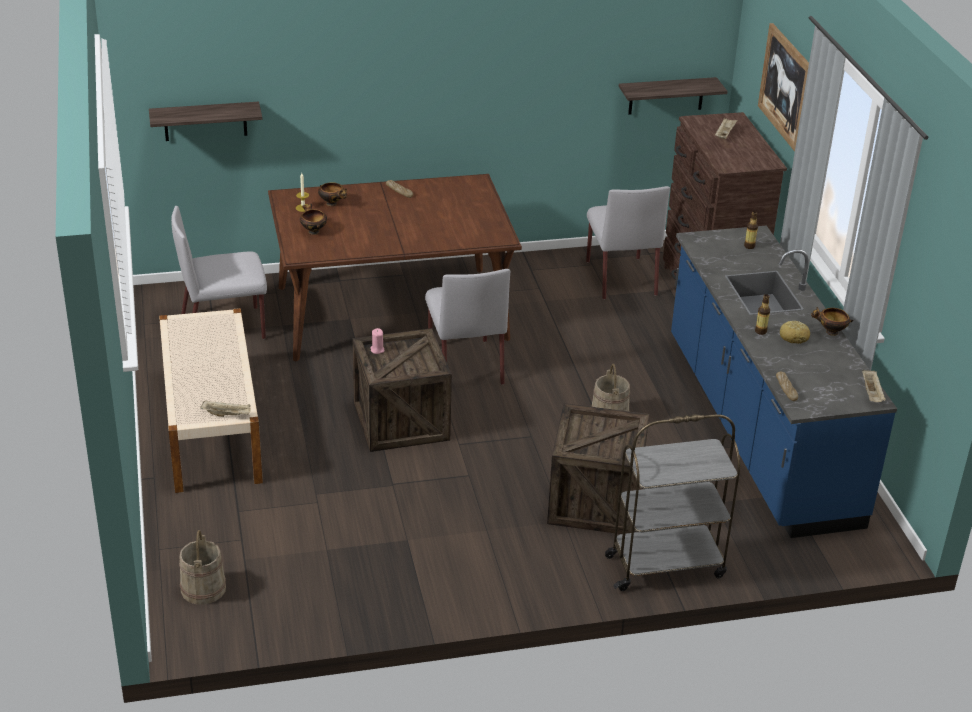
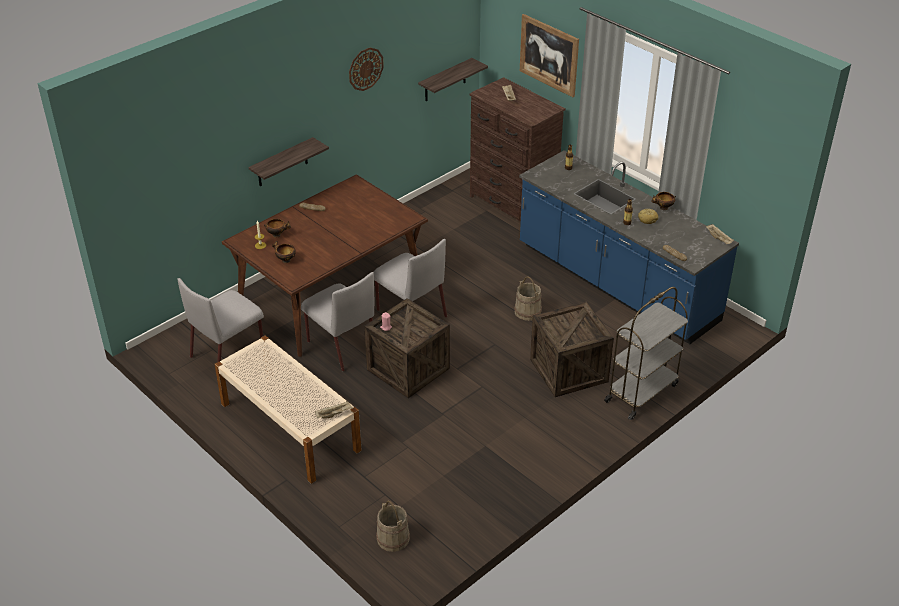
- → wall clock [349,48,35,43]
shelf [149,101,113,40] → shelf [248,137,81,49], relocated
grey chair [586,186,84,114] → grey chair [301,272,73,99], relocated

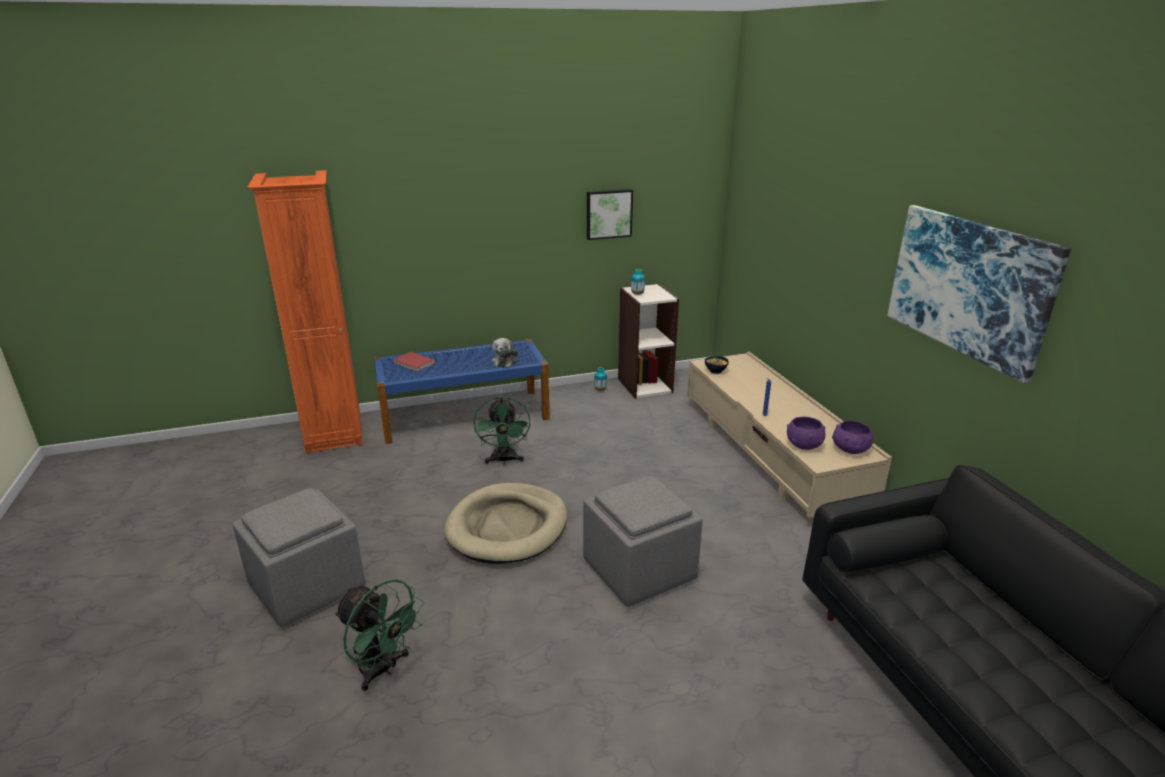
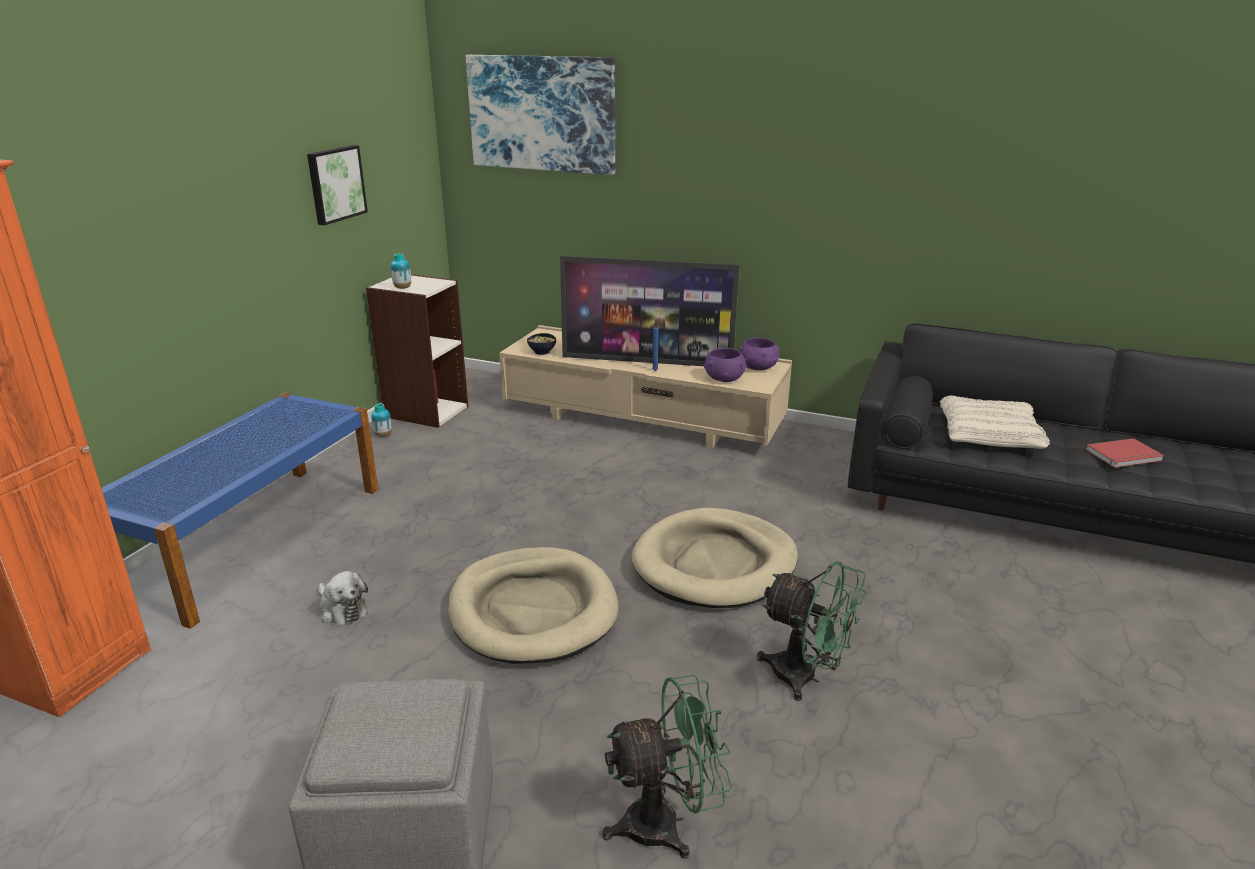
- → television [560,256,179,110]
- → beige pillow [940,395,110,54]
red book [393,352,43,19] → red book [1086,438,78,30], relocated
green fan [474,397,57,67] → green fan [757,561,109,140], relocated
plush toy [491,338,27,29] → plush toy [318,571,50,54], relocated
picture [887,205,184,178] → picture [466,55,149,120], relocated
grey ottoman [583,476,120,131] → beige dog bed [631,508,167,100]

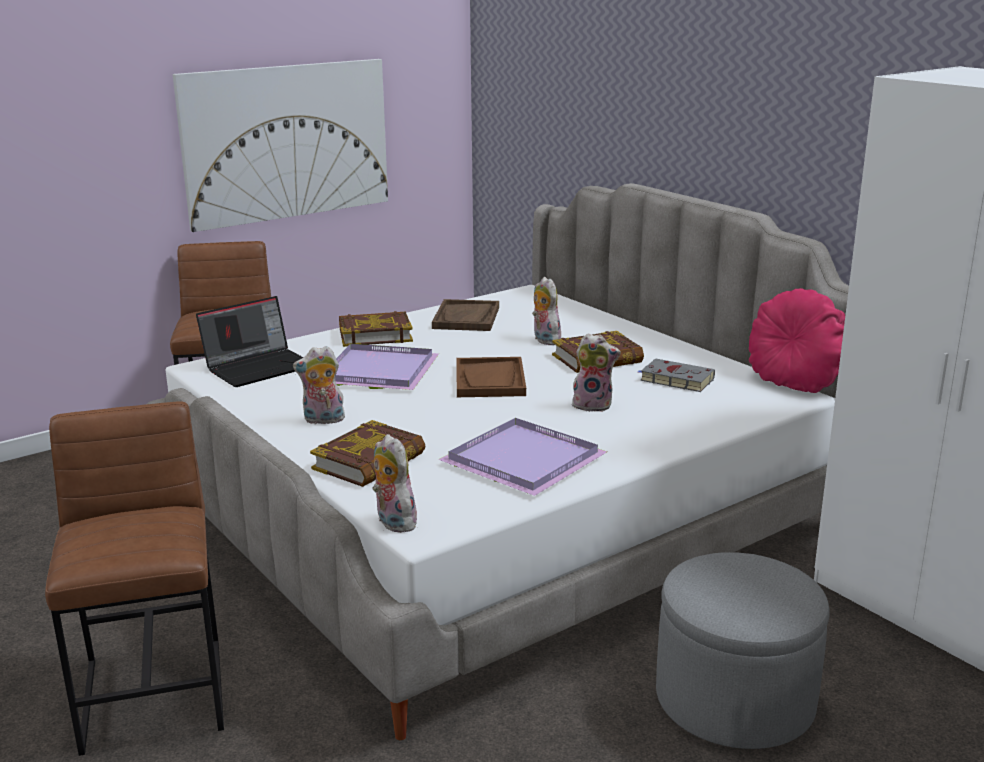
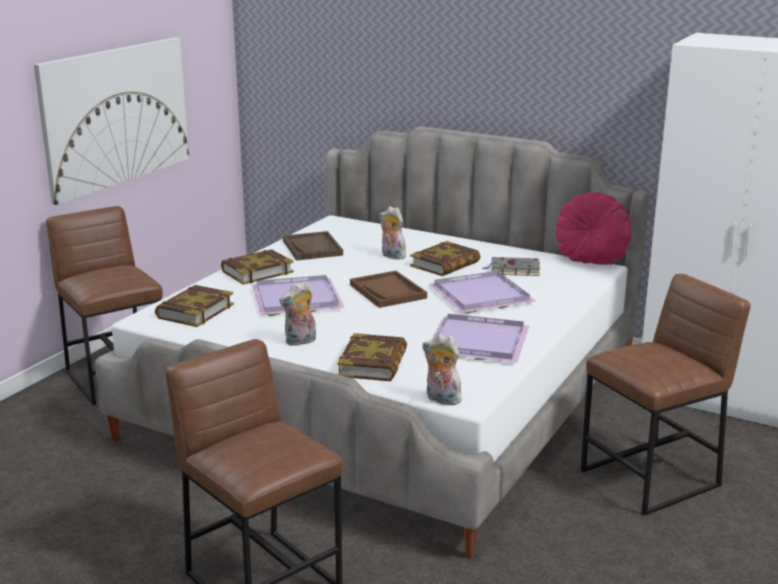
laptop [196,296,107,91] → book [155,285,79,42]
plush toy [572,333,49,79] → purple tray [429,271,107,43]
grey ottoman [656,552,174,197] → brown chair [581,274,170,242]

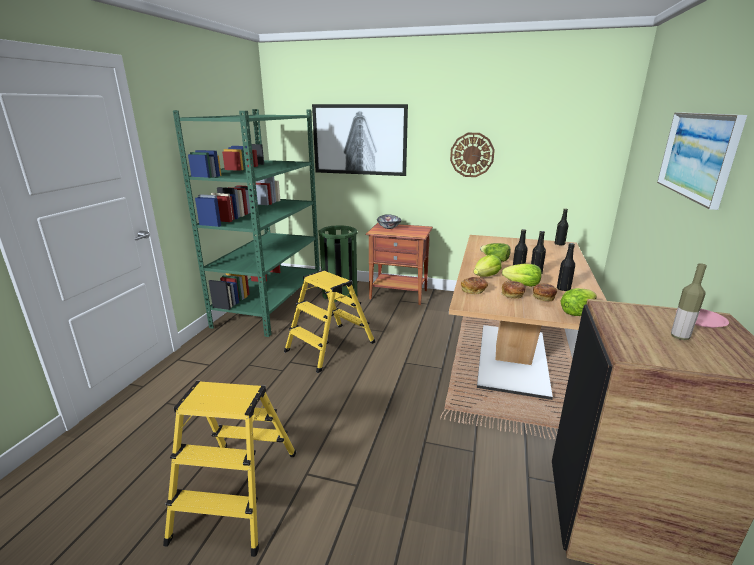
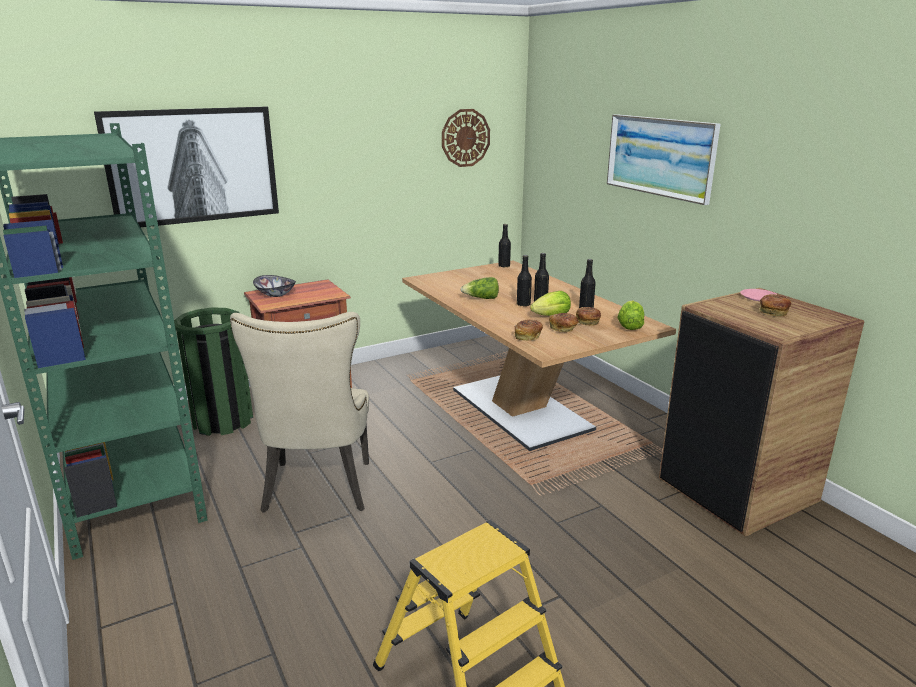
lettuce [474,254,28,23] → -
wall clock [450,133,45,44] → wall clock [442,109,48,58], relocated
yellow step ladder [284,270,91,103] → beige chair [230,312,139,201]
bottle [671,263,36,77] → bread [759,294,32,23]

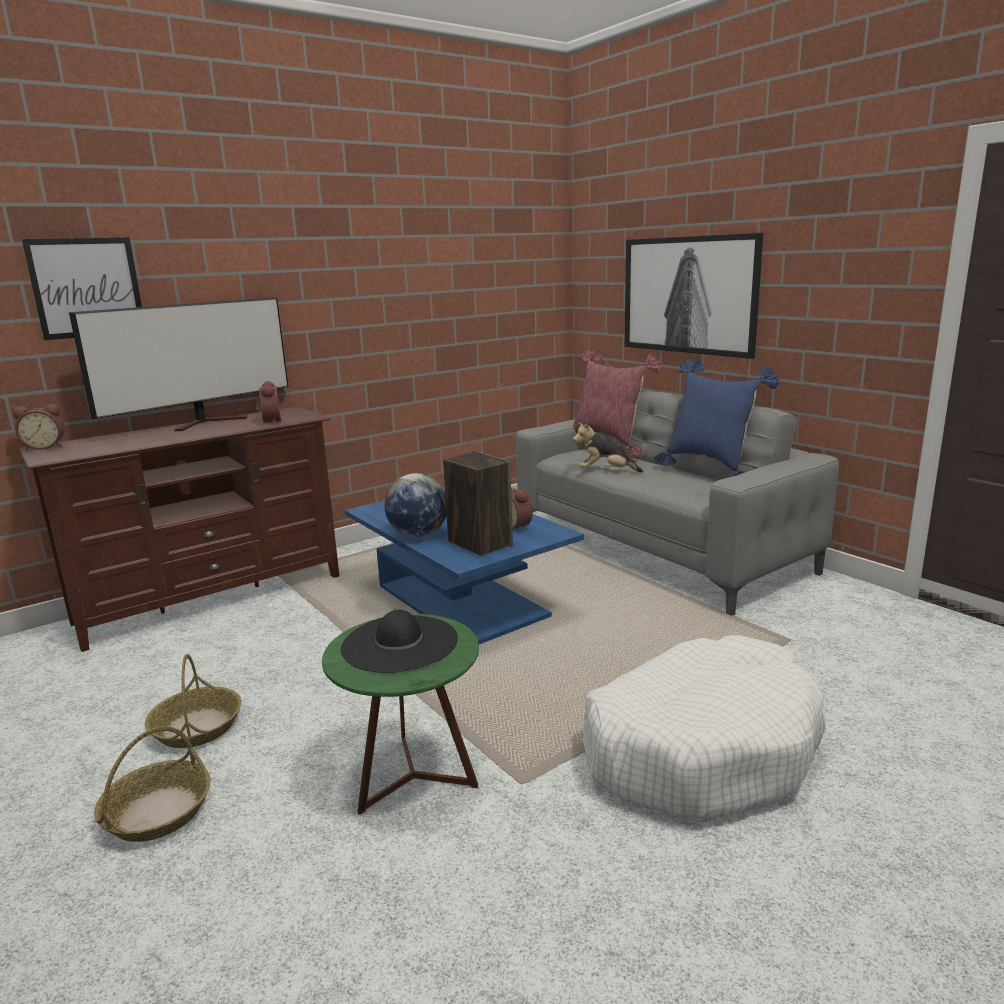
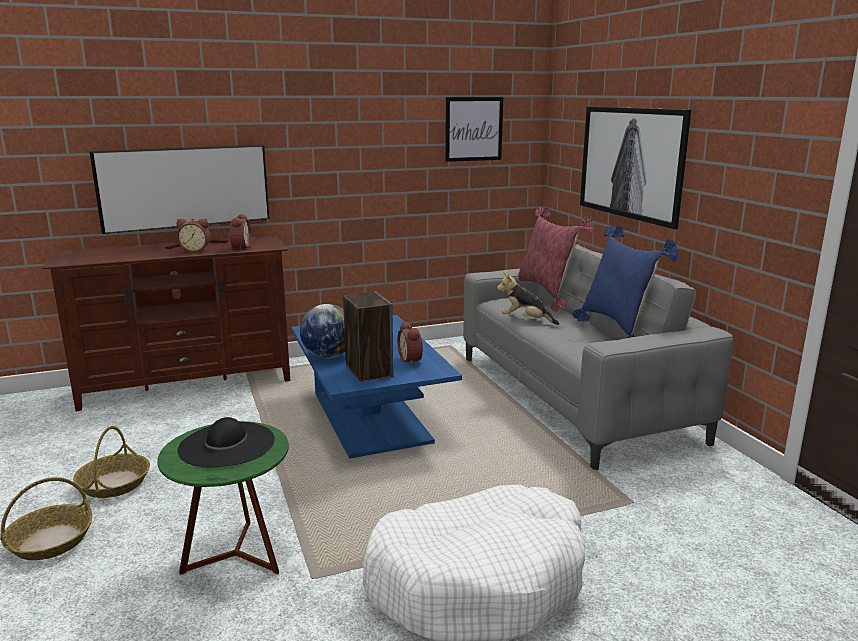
alarm clock [13,404,52,46] → alarm clock [177,219,34,33], relocated
picture [21,238,121,102] → picture [445,97,58,65], relocated

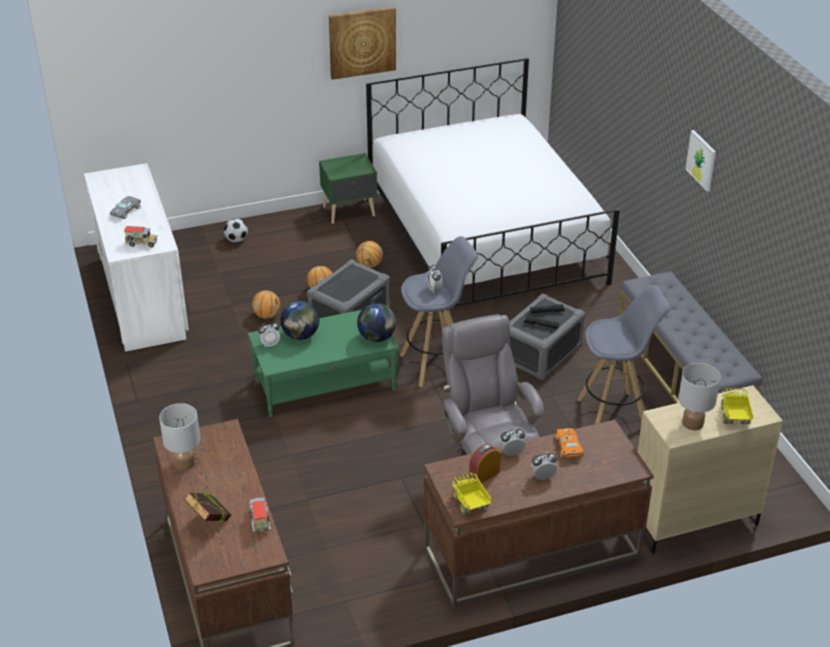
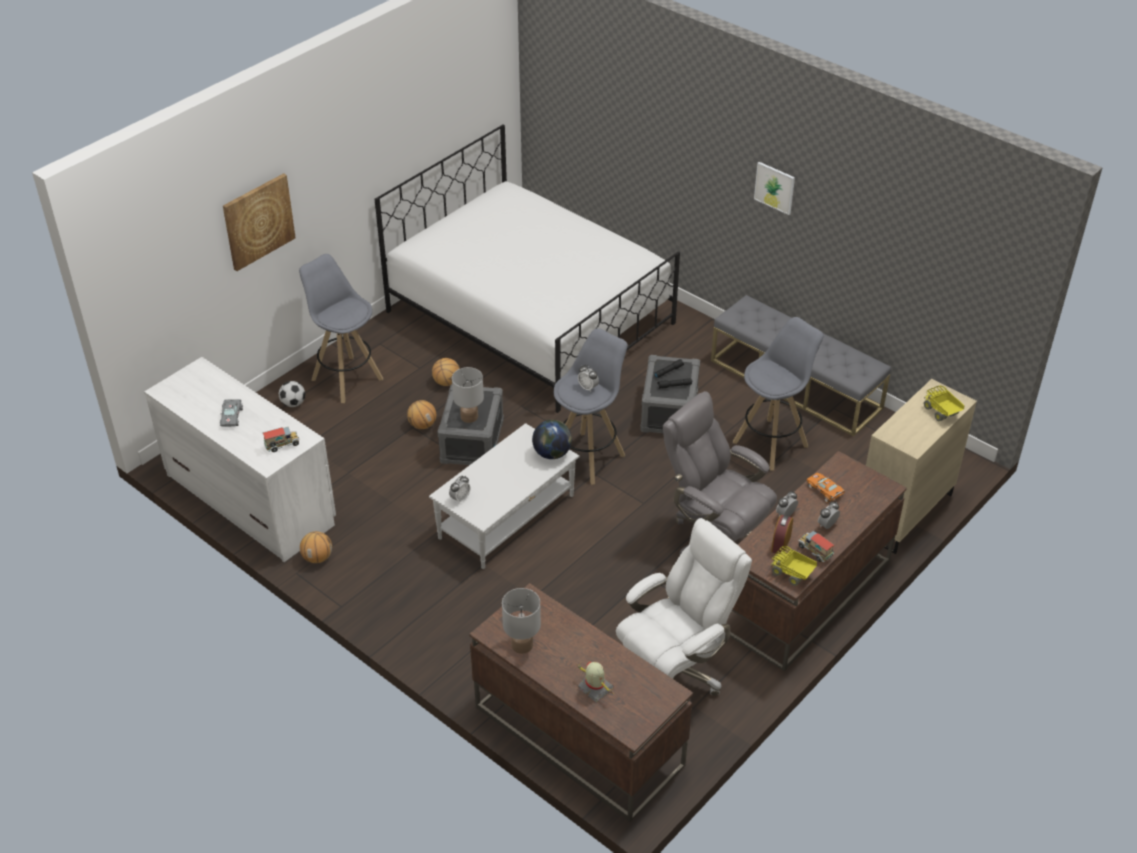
globe [280,301,39,39] → -
green nightstand [319,153,58,71] → -
- → grey stool [299,254,84,149]
- → white office chair [616,518,136,178]
toy truck [249,497,22,35] → toy truck [798,531,37,31], relocated
basketball [252,290,28,29] → basketball [300,531,32,32], relocated
picture [329,7,67,73] → picture [223,173,73,98], relocated
grey table lamp [678,363,43,67] → grey table lamp [452,367,32,56], relocated
book [184,492,47,30] → toy robot [578,661,36,41]
green coffee table [248,310,151,107] → white coffee table [429,423,150,146]

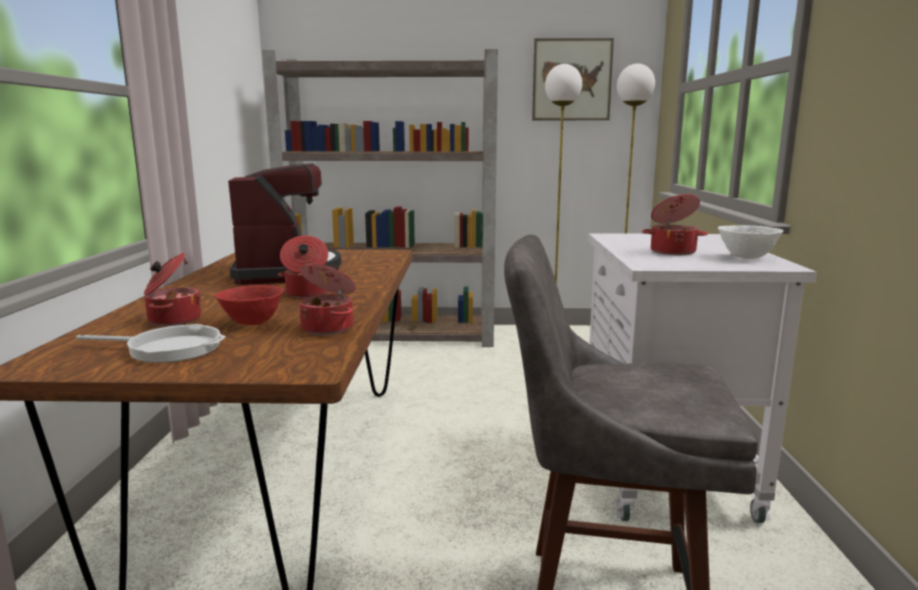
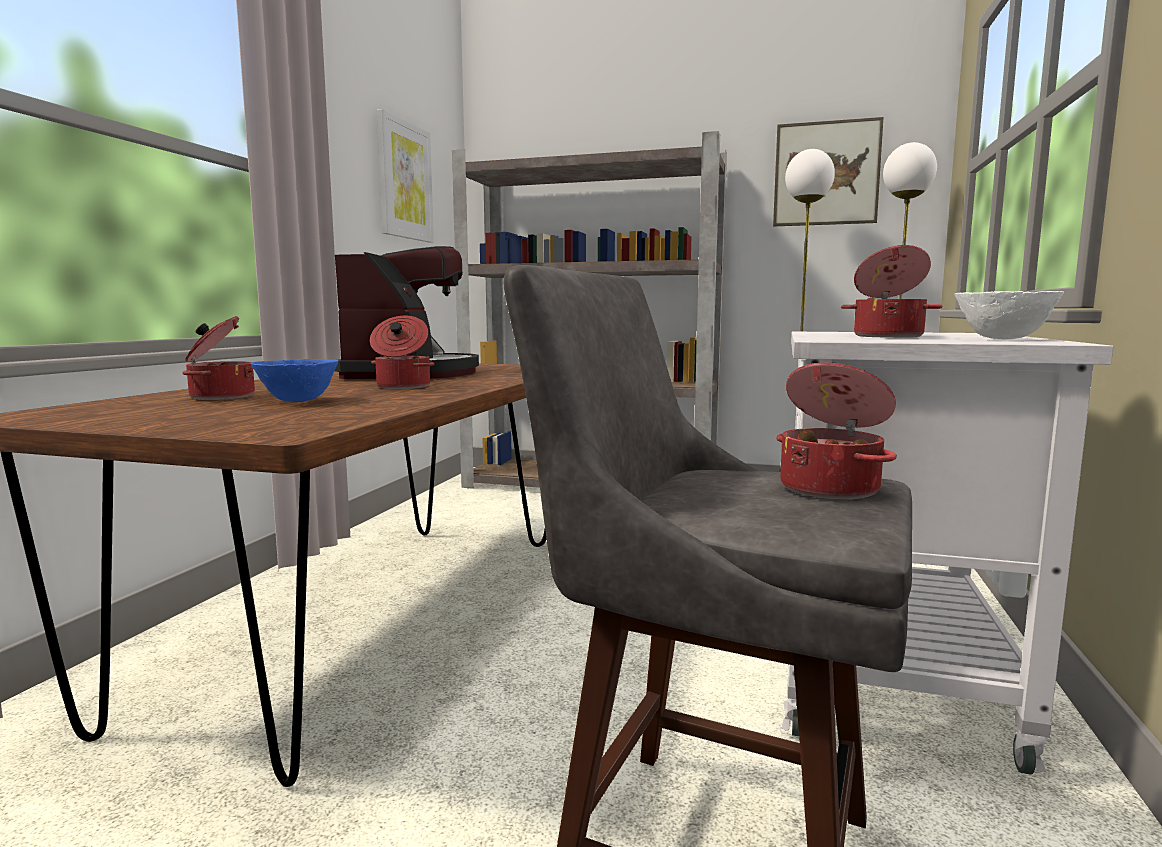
frying pan [76,324,150,39] → -
- → picture [377,109,57,134]
cooking pot [299,263,57,72] → cooking pot [776,362,121,137], relocated
red bowl [215,285,69,40] → blue bowl [251,359,87,43]

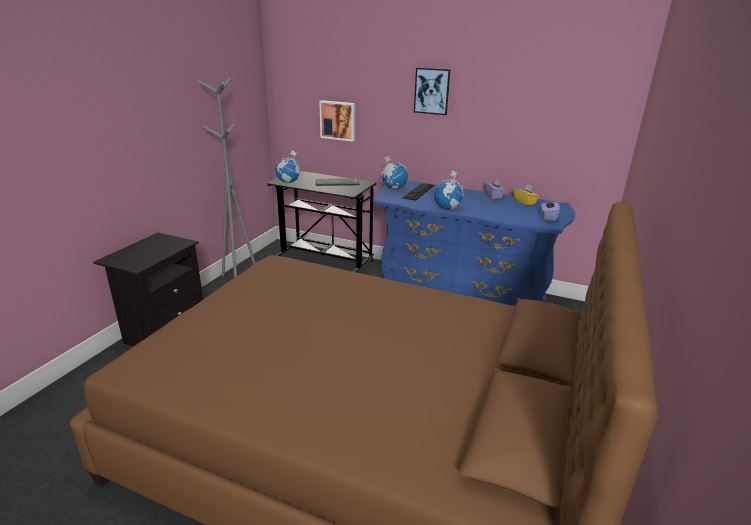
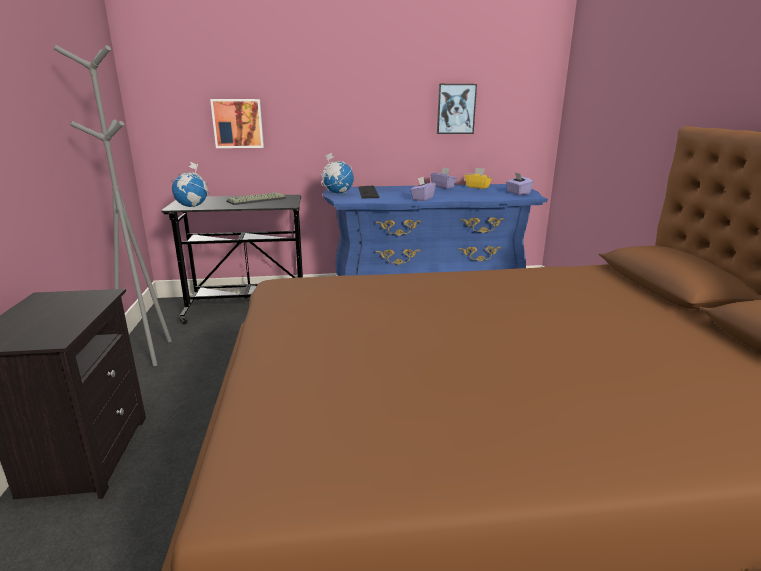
picture [414,68,36,47] → picture [437,84,40,50], relocated
globe [434,171,31,39] → purple tissue box [410,177,26,24]

